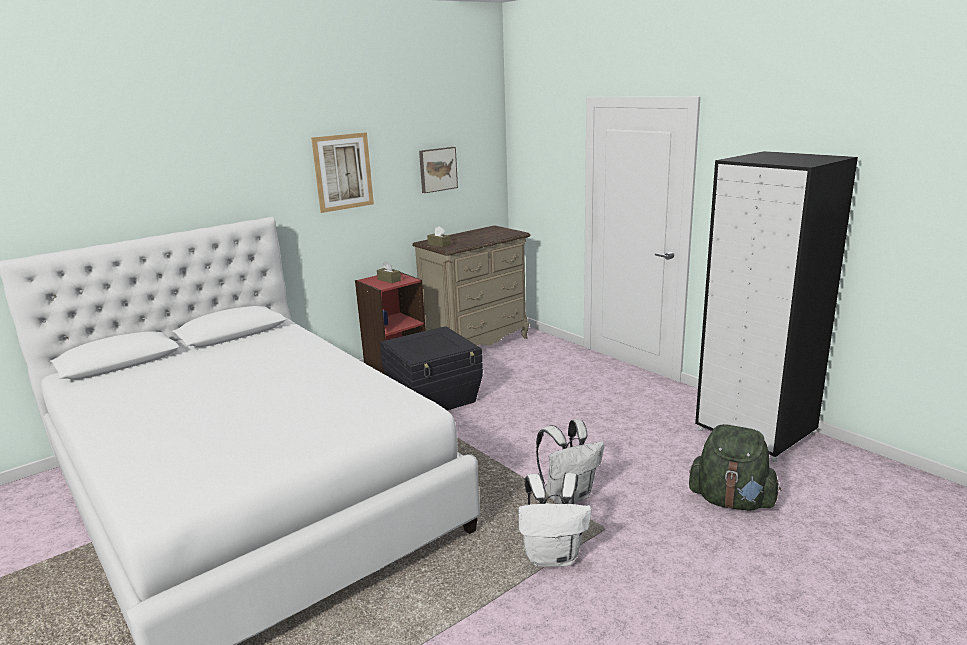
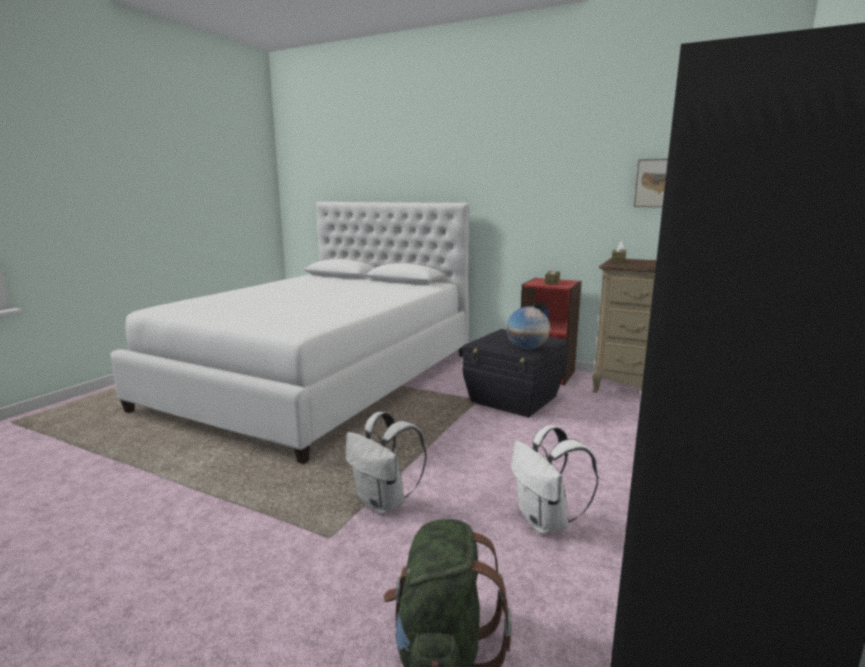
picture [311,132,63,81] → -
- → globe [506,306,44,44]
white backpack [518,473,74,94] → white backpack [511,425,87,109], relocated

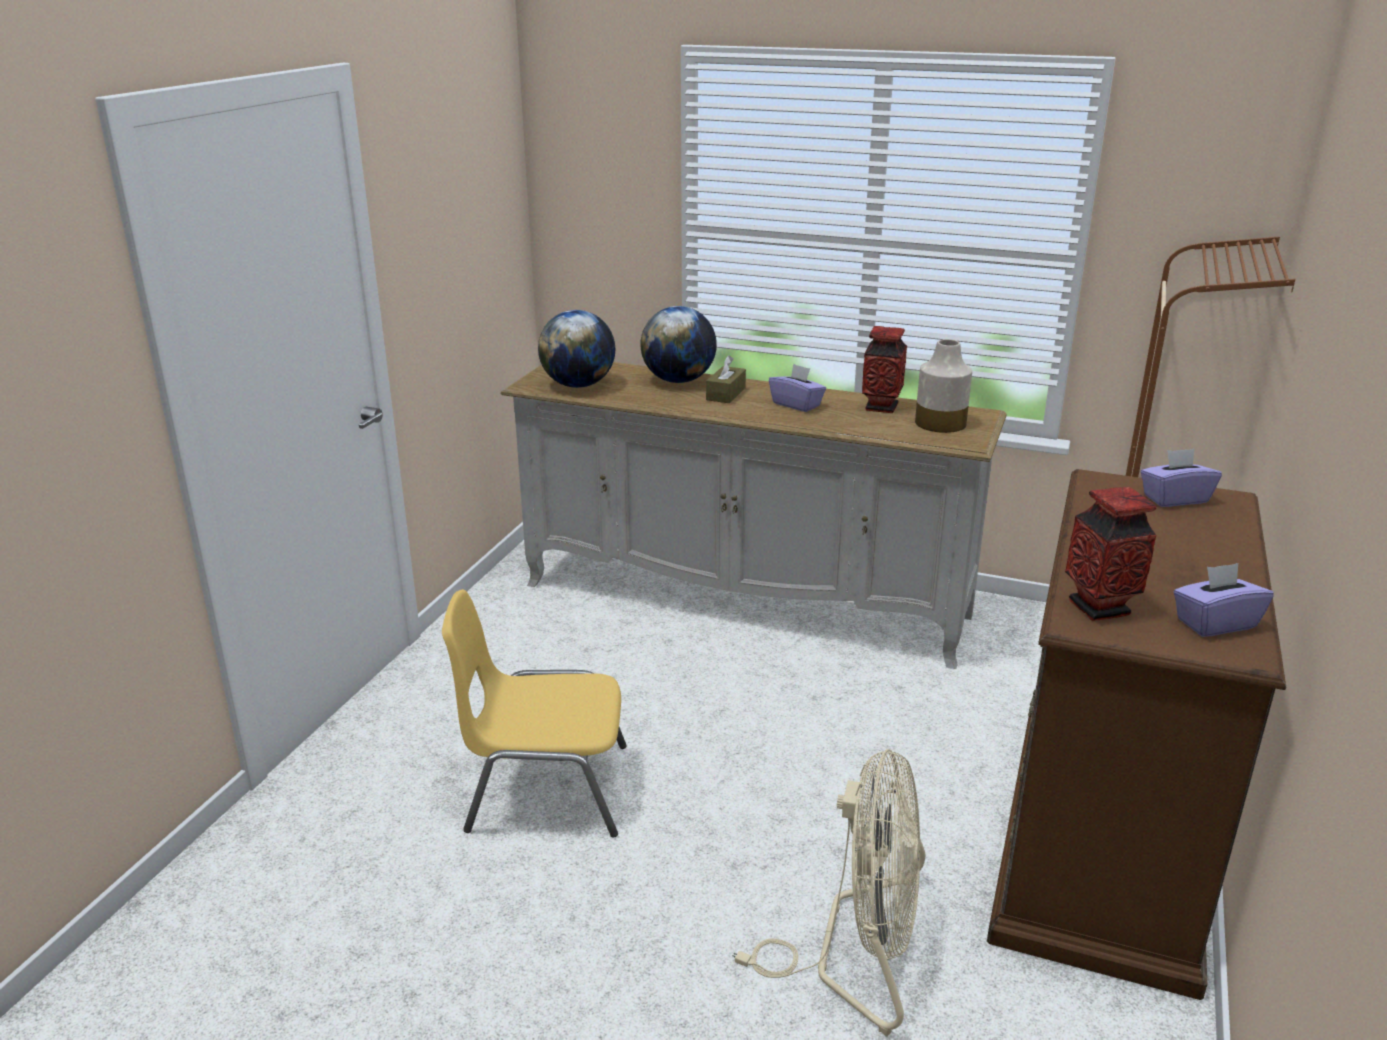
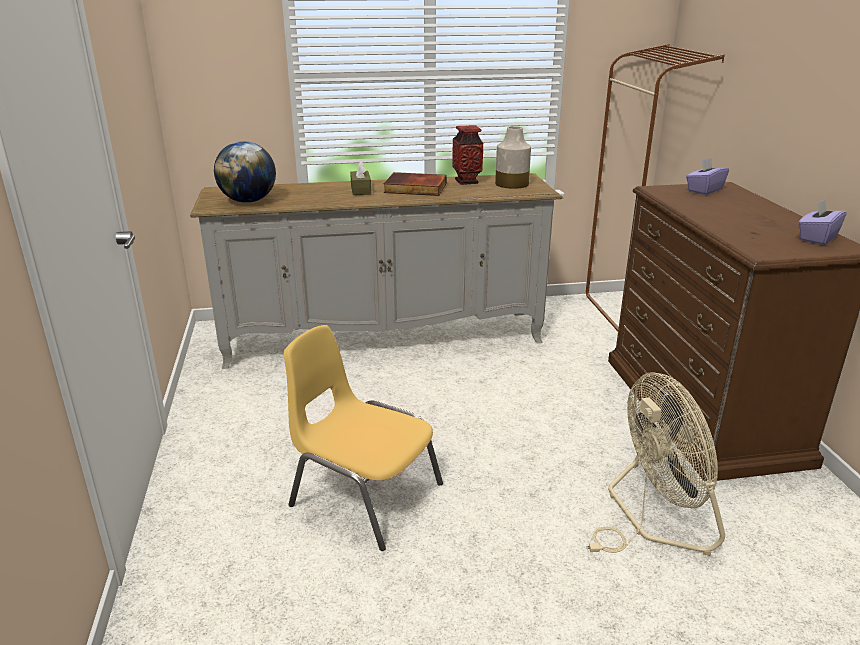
globe [640,306,77,77] → -
vase [1065,487,91,134] → -
purple tissue box [769,364,57,48] → book [384,172,63,24]
yellow chair [442,589,185,249] → yellow chair [284,325,159,226], 60 degrees clockwise

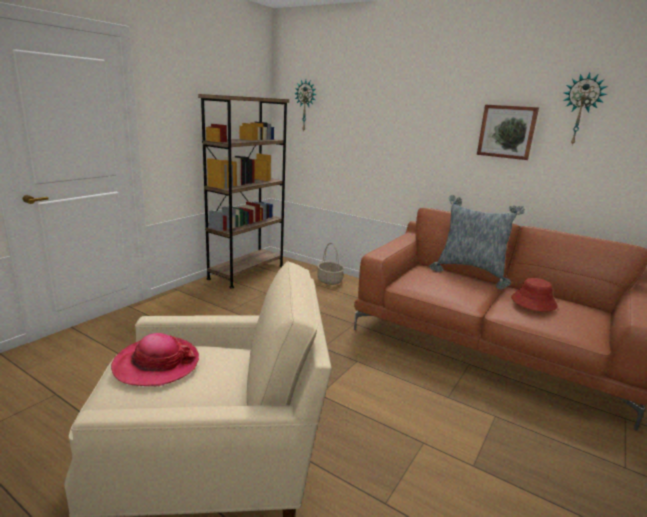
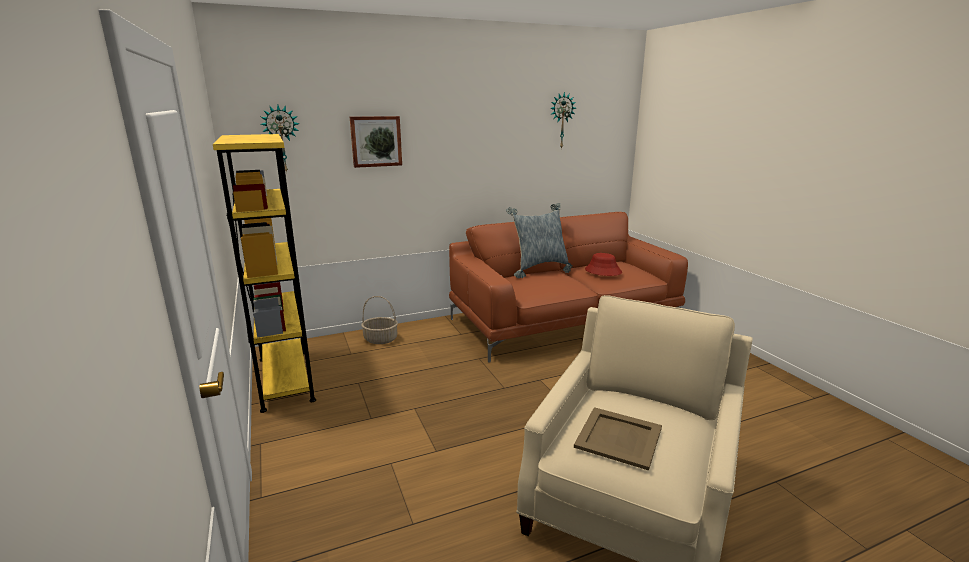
picture [477,105,62,55] → picture [350,116,52,52], relocated
hat [111,333,88,54] → beige tray [574,407,88,63]
brown bookcase [198,94,91,194] → yellow bookcase [213,134,103,279]

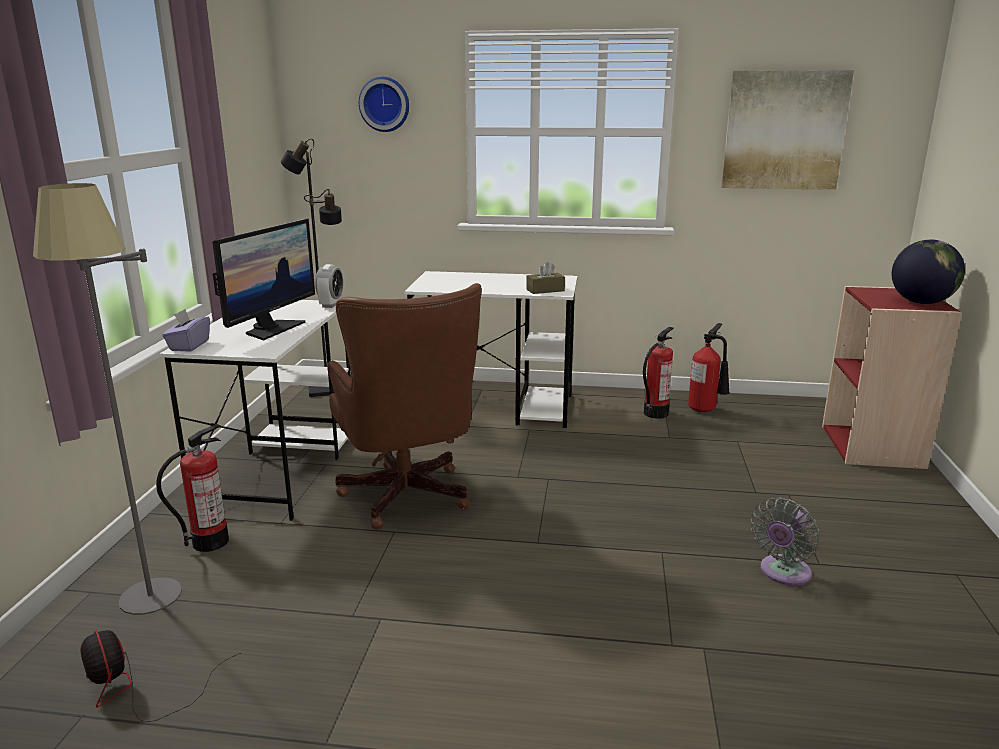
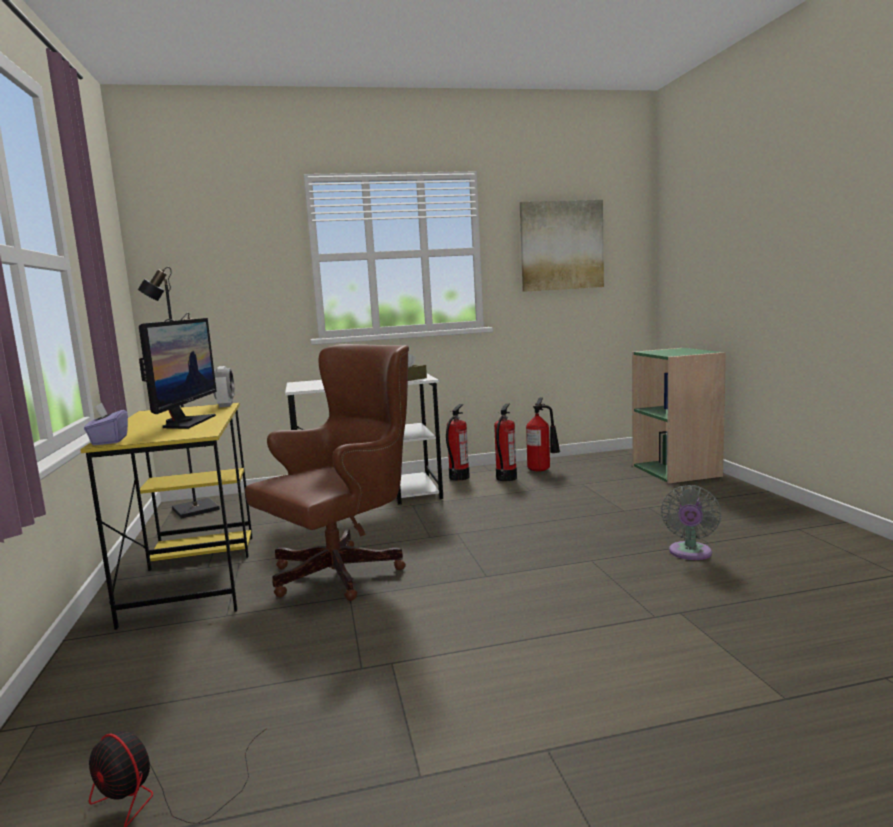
grey floor lamp [33,183,149,432] → -
wall clock [359,77,50,55] → -
globe [892,240,73,64] → -
fire extinguisher [156,424,73,128] → fire extinguisher [446,404,24,77], relocated
white desk [159,300,192,221] → yellow desk [80,402,173,228]
red bookcase [822,286,140,183] → green bookcase [632,348,94,135]
brown office chair [327,283,155,247] → brown office chair [245,344,164,257], 90 degrees counterclockwise

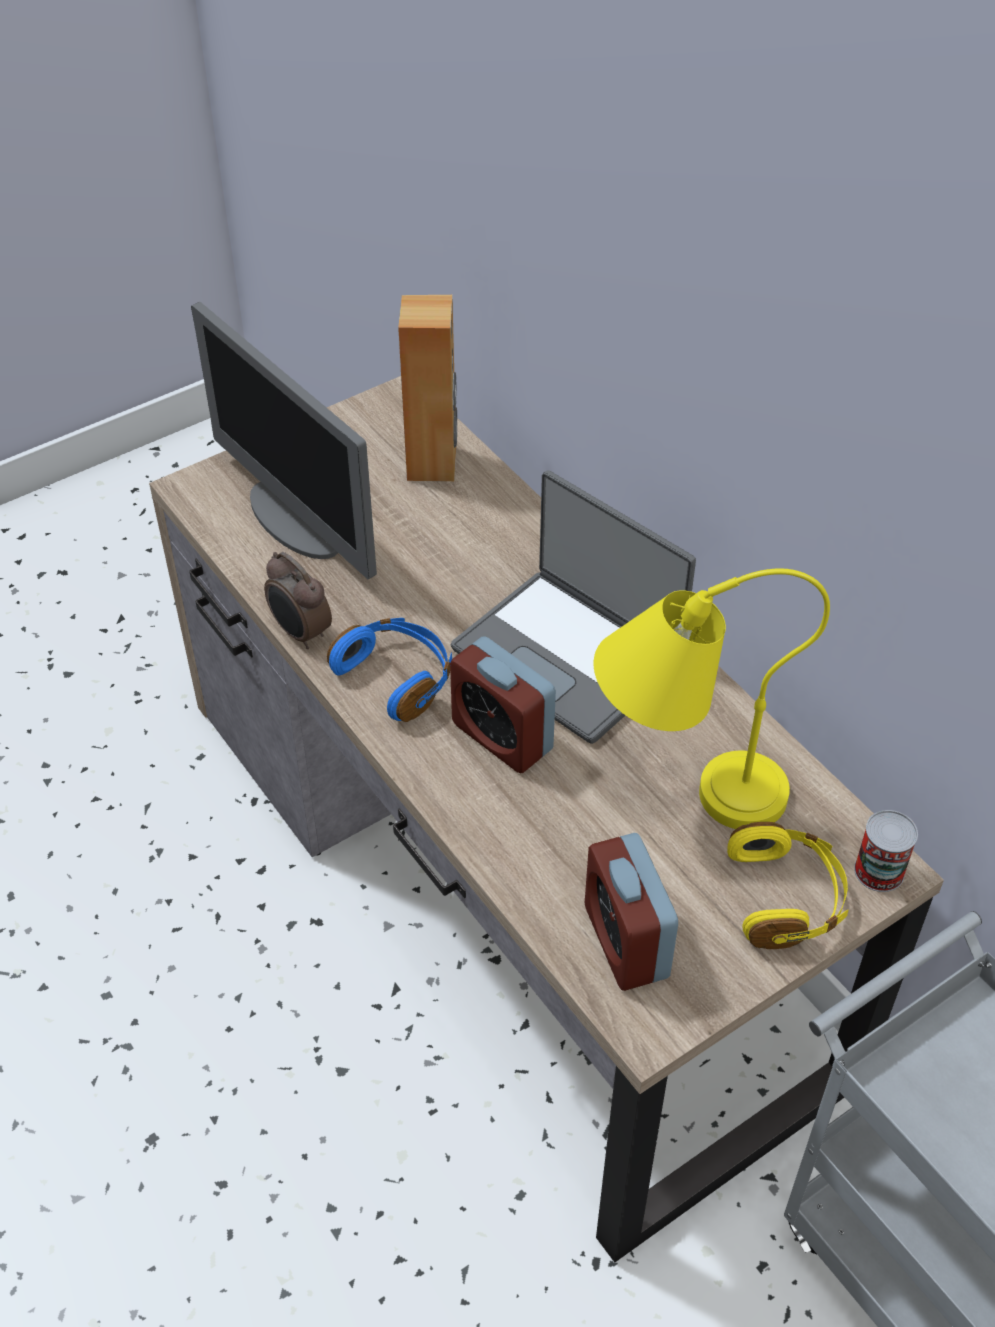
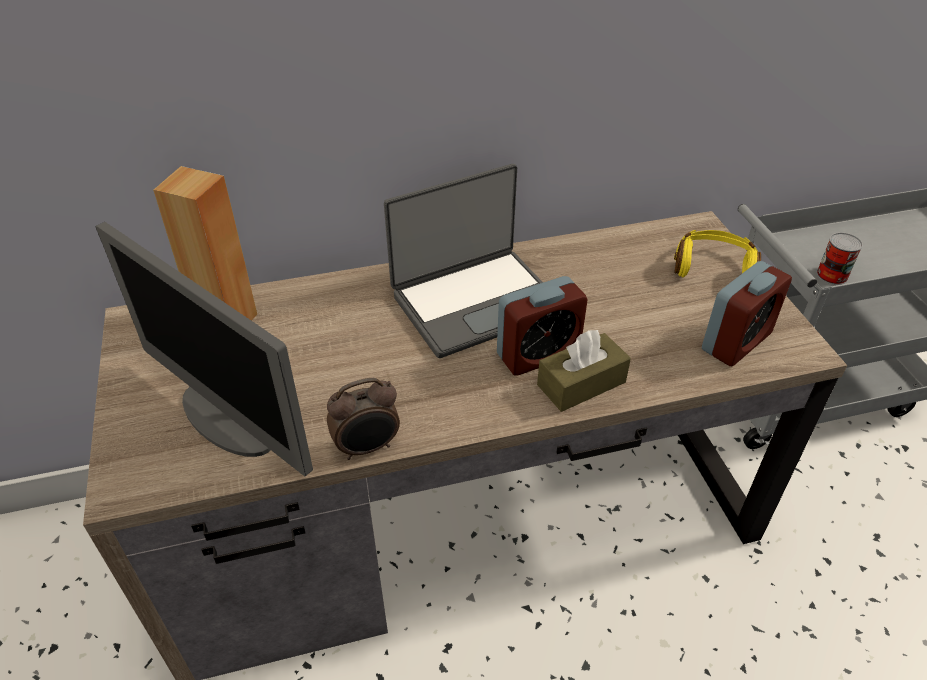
blue headphones [327,618,125,104] → -
yellow table lamp [594,568,236,261] → -
- → brown tissue box [537,330,94,82]
can [854,810,64,82] → can [817,232,46,53], relocated
monitor [191,302,186,277] → monitor [95,222,218,254], 60 degrees clockwise
alarm clock [585,833,93,158] → alarm clock [702,261,90,105], 45 degrees counterclockwise

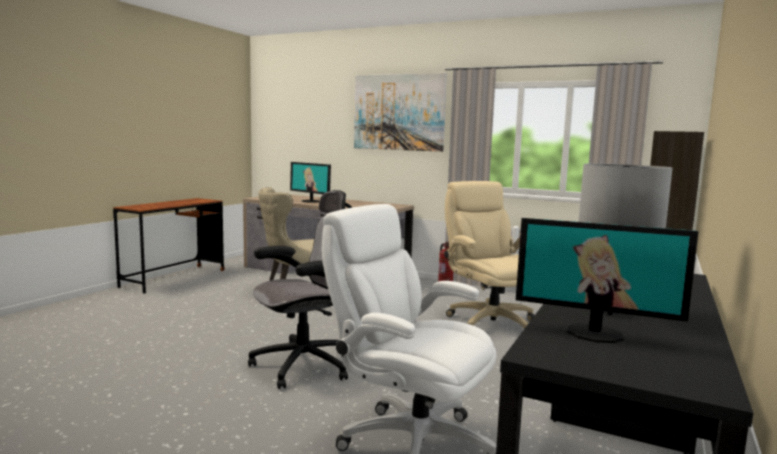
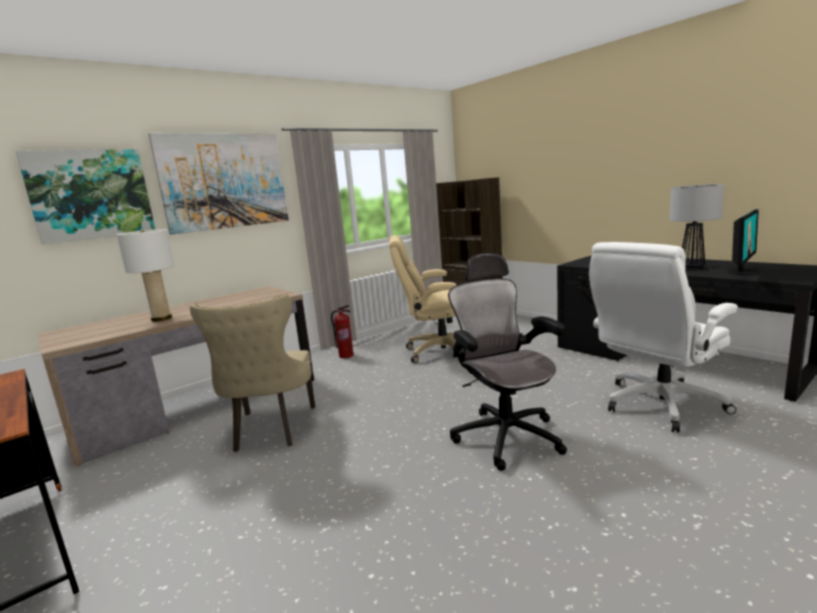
- → picture [16,149,139,95]
monitor [290,162,41,41] → white table lamp [117,229,57,93]

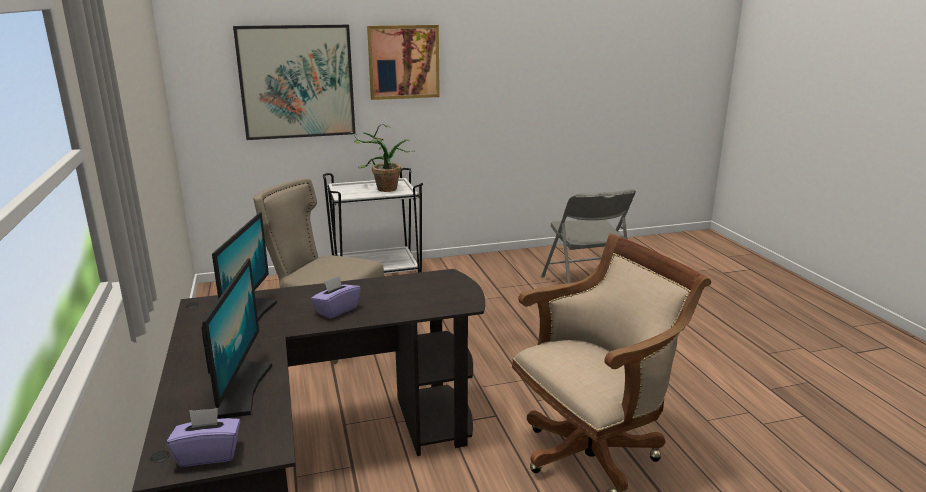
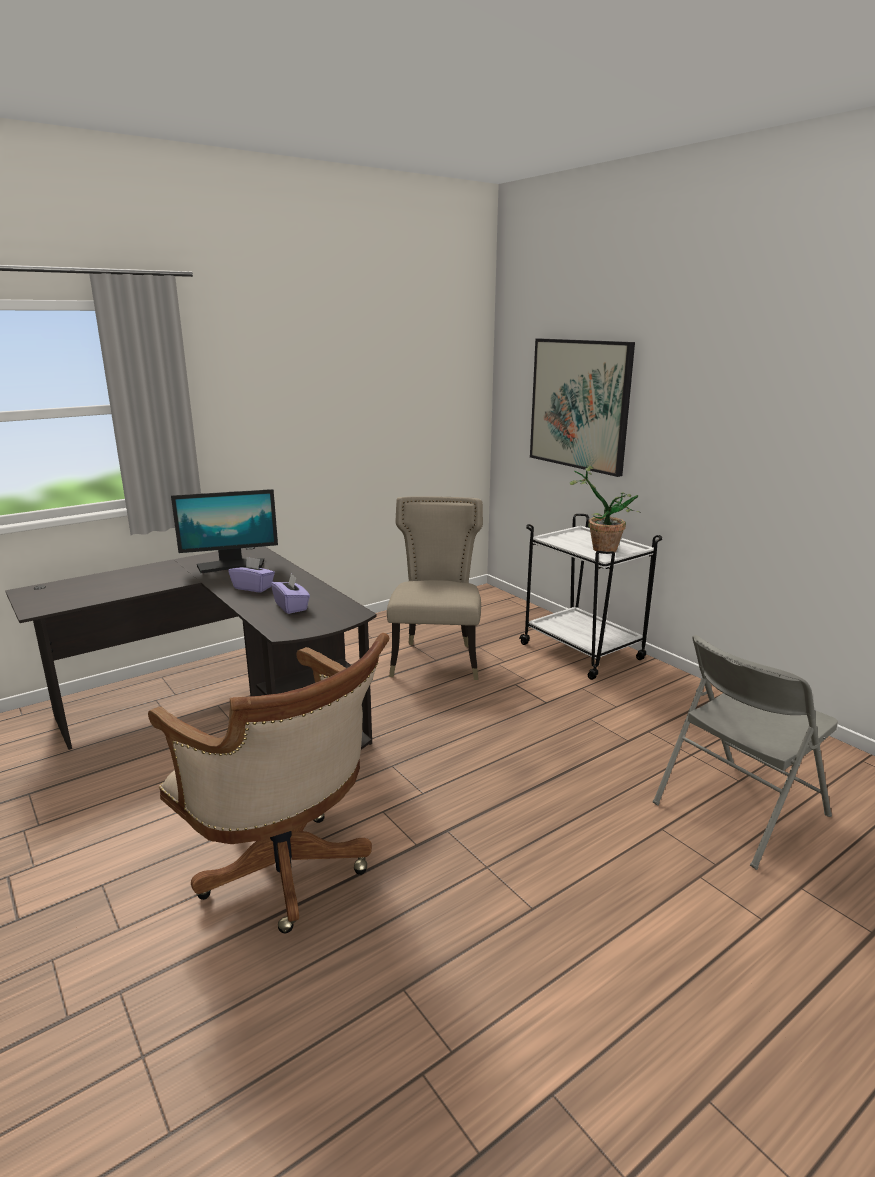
monitor [201,258,71,161] → -
picture [367,25,73,75] → -
purple tissue box [167,408,73,59] → purple tissue box [271,573,39,41], relocated

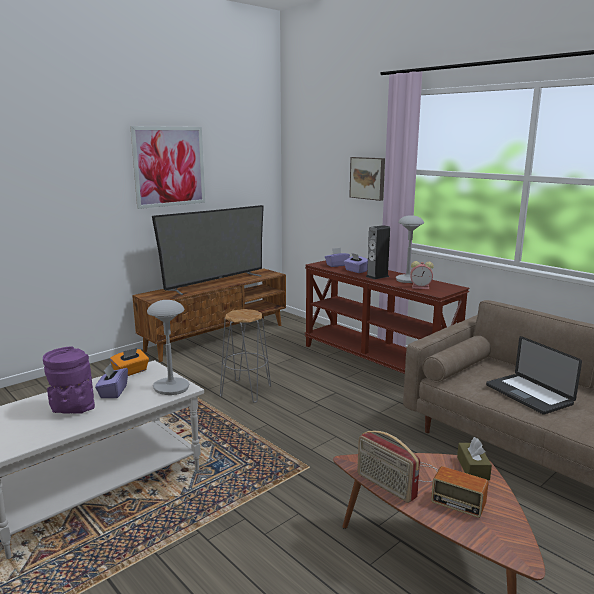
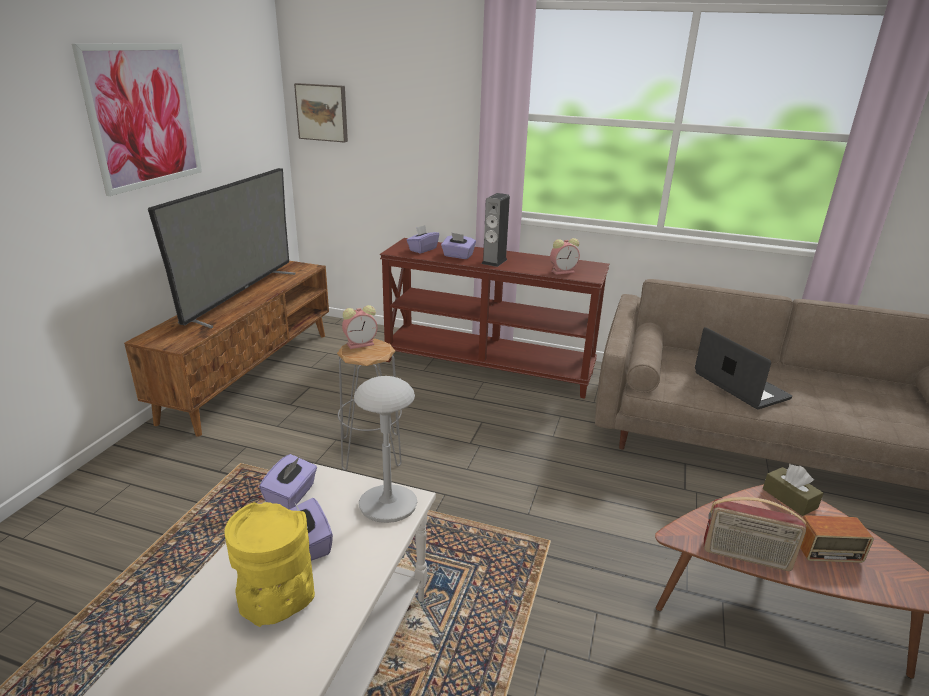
grey table lamp [396,215,28,68] → -
- → alarm clock [342,305,36,44]
picture [349,157,36,44] → picture [294,83,54,60], relocated
purple vase [43,346,52,68] → yellow vase [224,502,91,125]
orange tissue box [110,348,39,28] → purple tissue box [259,454,58,55]
laptop [486,336,96,78] → laptop [695,327,97,82], 150 degrees counterclockwise

